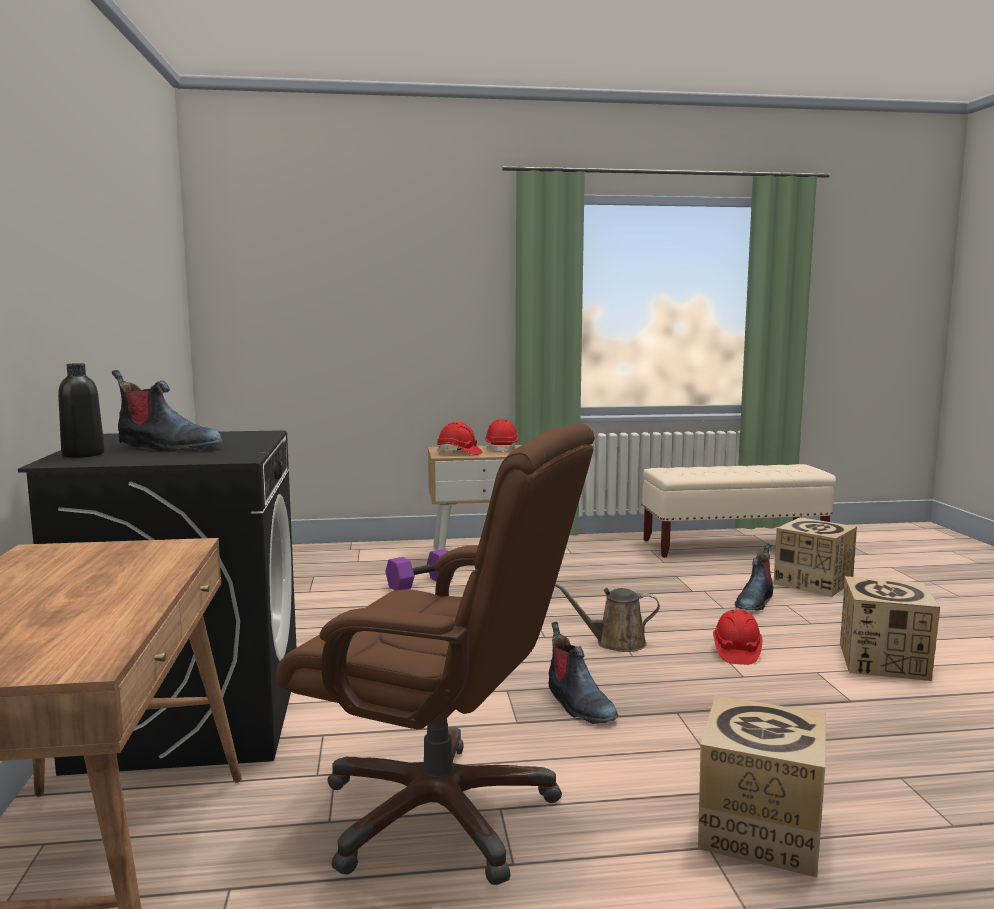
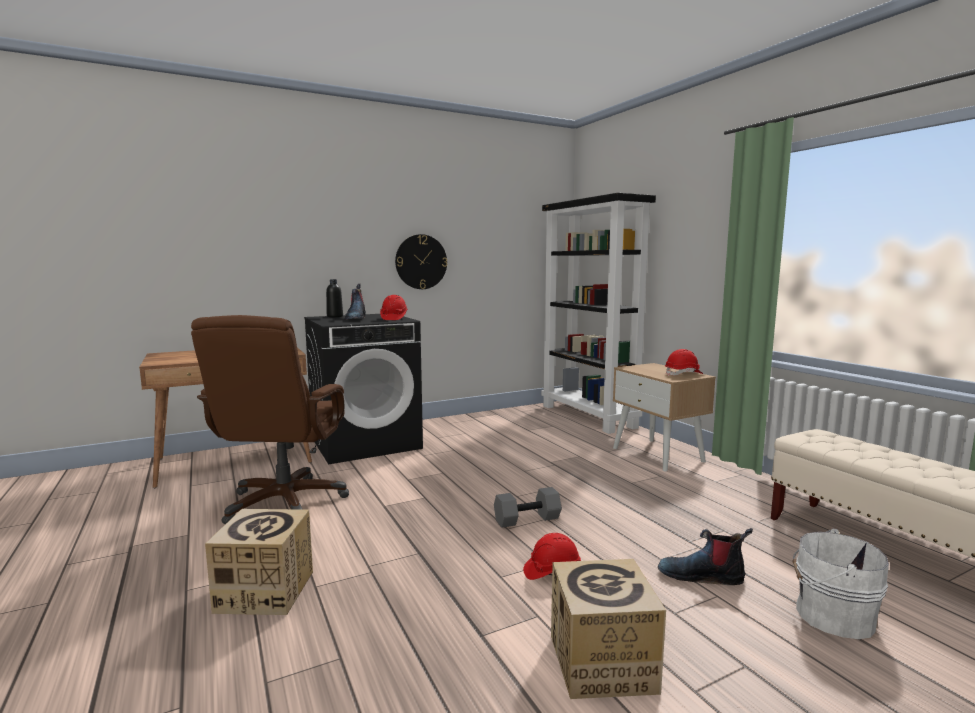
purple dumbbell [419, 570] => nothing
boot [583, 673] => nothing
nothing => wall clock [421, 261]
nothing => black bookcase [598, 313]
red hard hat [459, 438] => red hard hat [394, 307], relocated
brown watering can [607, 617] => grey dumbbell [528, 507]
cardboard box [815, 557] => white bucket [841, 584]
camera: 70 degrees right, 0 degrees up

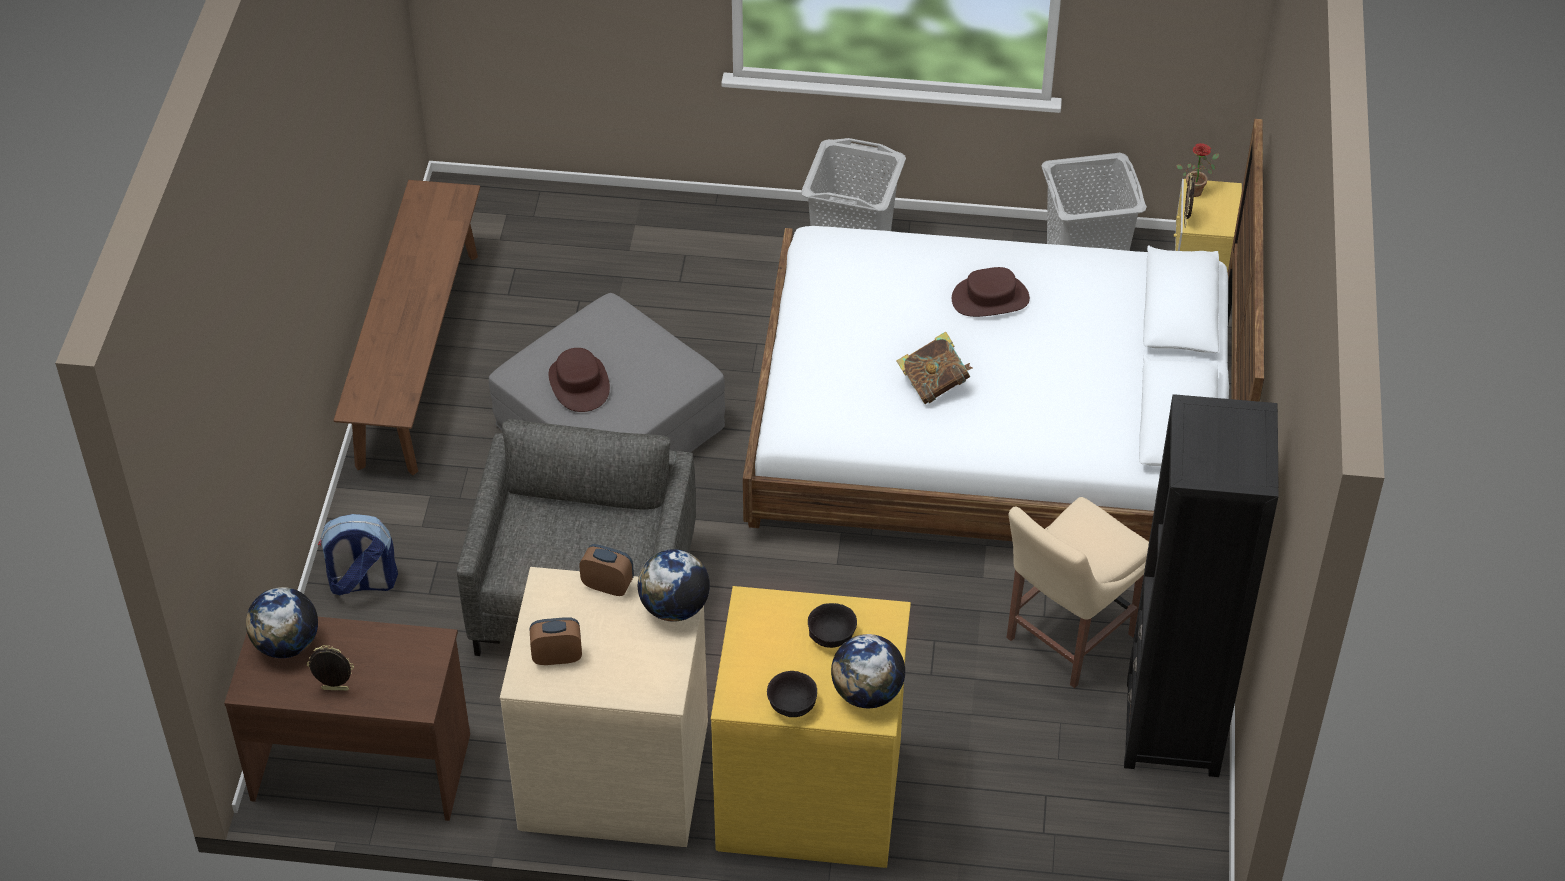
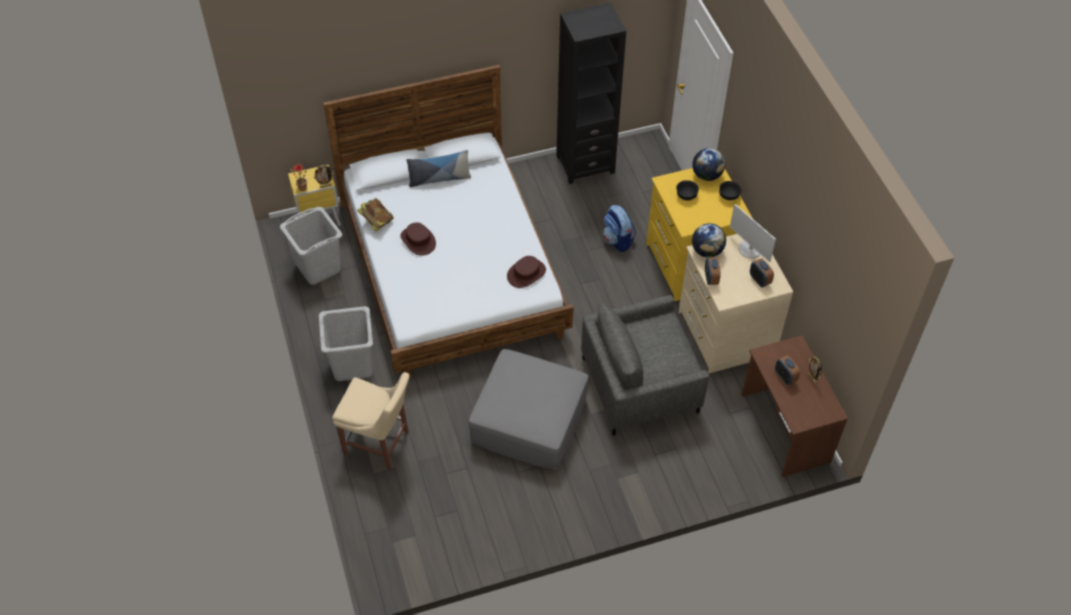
globe [282, 622] => nothing
brown bench [406, 327] => nothing
nothing => pillow [439, 168]
nothing => monitor [753, 233]
nothing => alarm clock [787, 370]
backpack [358, 554] => backpack [619, 228], relocated
brown hat [579, 380] => brown hat [526, 272], relocated
book [935, 367] => book [375, 214], relocated
beige chair [1078, 592] => beige chair [370, 421], relocated
camera: 115 degrees left, 5 degrees up

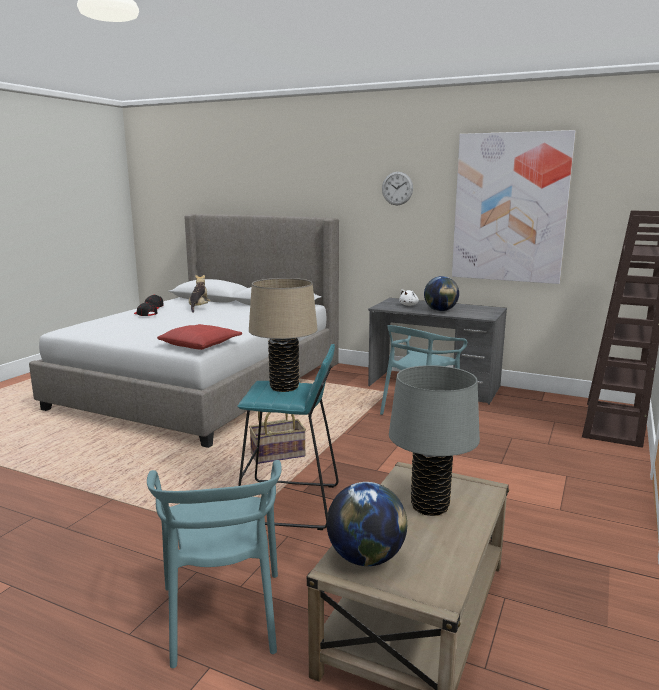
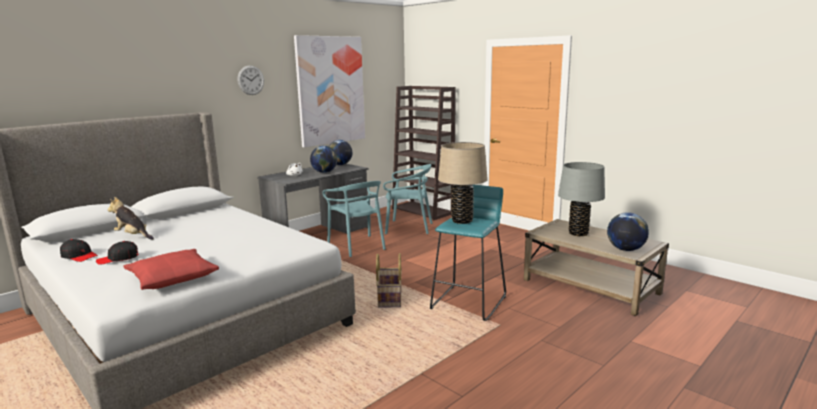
nothing => globe [340, 152]
turquoise chair [214, 564] => turquoise chair [408, 199], relocated
red pillow [199, 337] => red pillow [171, 269], relocated
camera: 70 degrees left, 0 degrees up

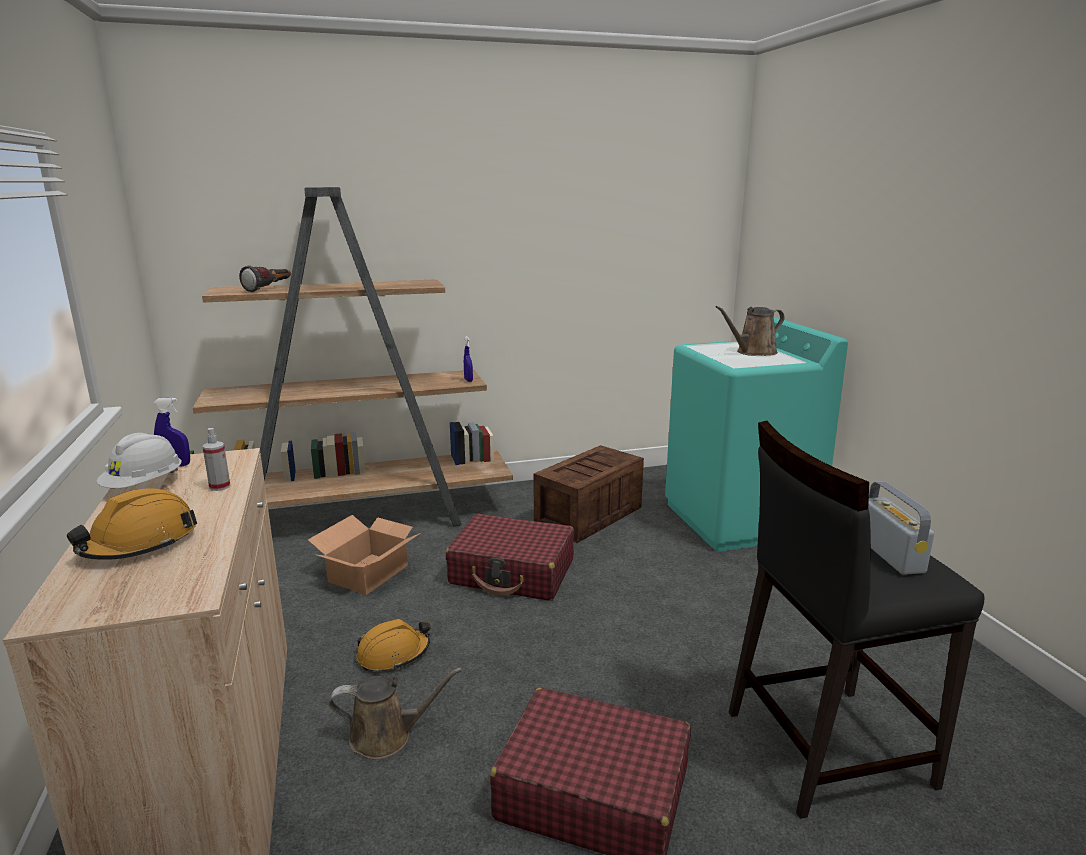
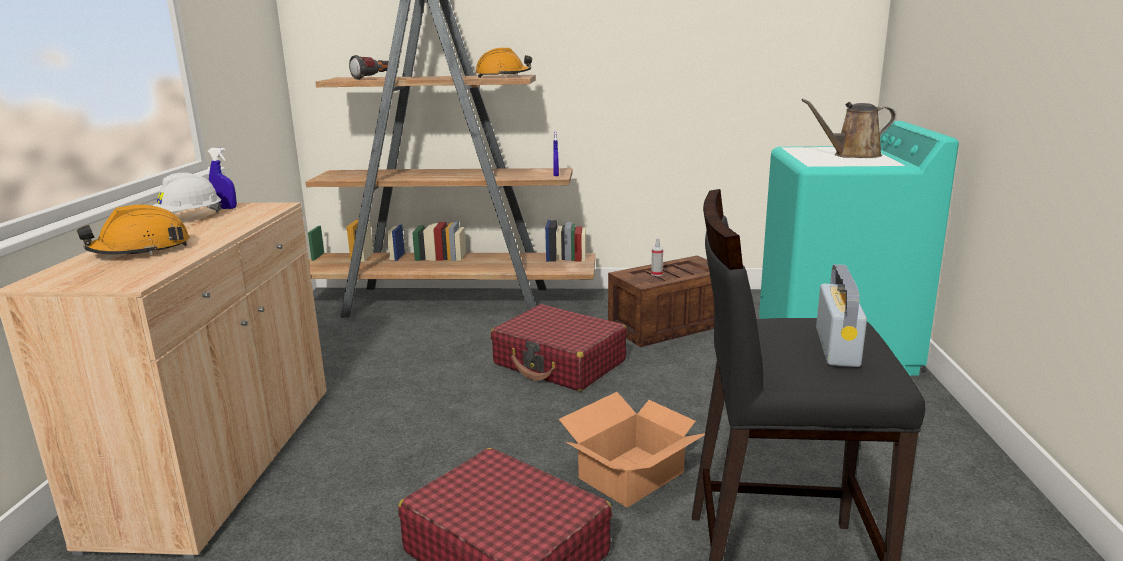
brown watering can [395, 714] => nothing
spray bottle [216, 459] => spray bottle [657, 257], relocated
cardboard box [364, 555] => cardboard box [632, 450], relocated
orange hard hat [393, 645] => orange hard hat [504, 63], relocated
camera: 20 degrees right, 0 degrees up

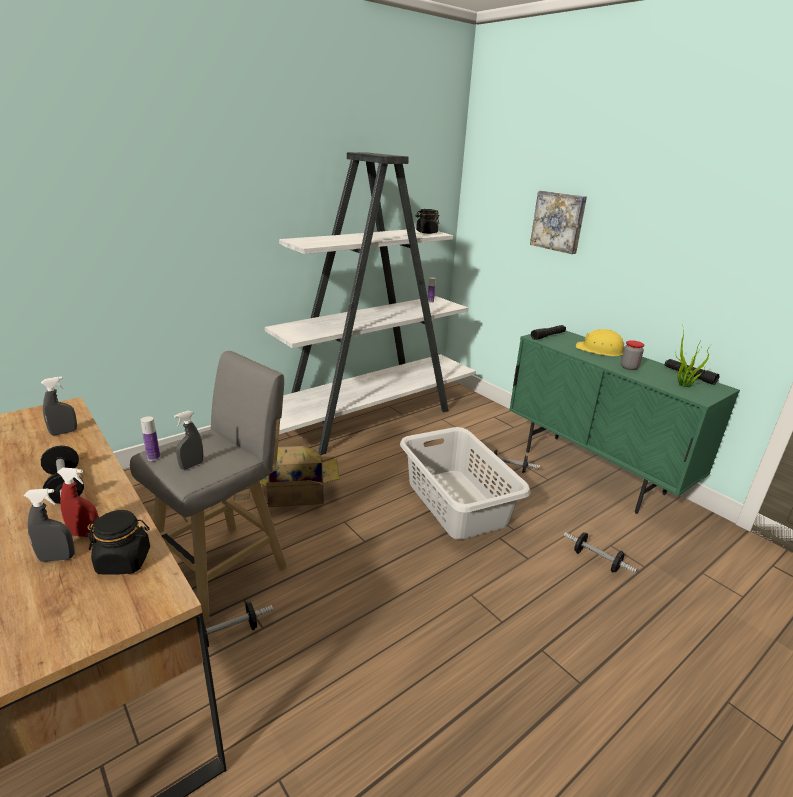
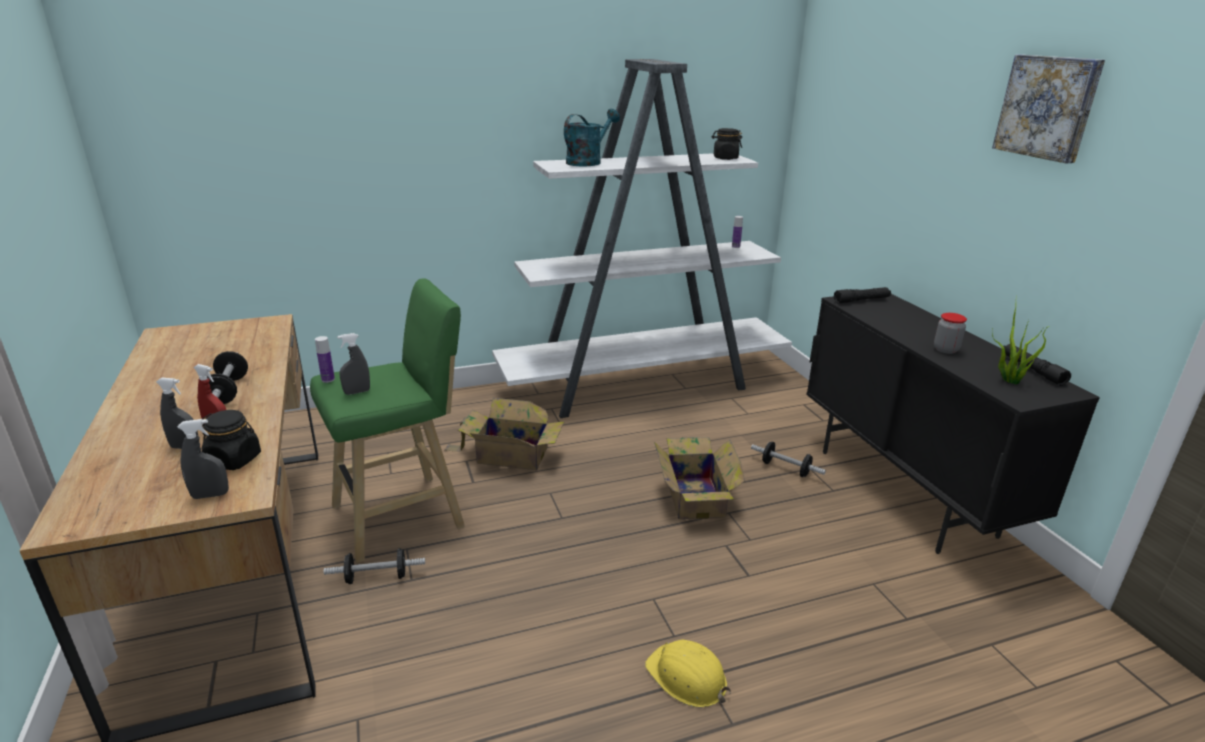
dumbbell [600, 552] => nothing
nothing => turquoise watering can [592, 137]
grey spray bottle [59, 406] => grey spray bottle [203, 459], relocated
picture [558, 222] => picture [1048, 109], relocated
yellow hard hat [600, 342] => yellow hard hat [688, 674], relocated
grey laundry basket [465, 483] => cardboard box [699, 478]
grey stool [208, 487] => green stool [387, 421]
green cabinet [624, 422] => black cabinet [953, 424]
camera: 20 degrees right, 0 degrees up

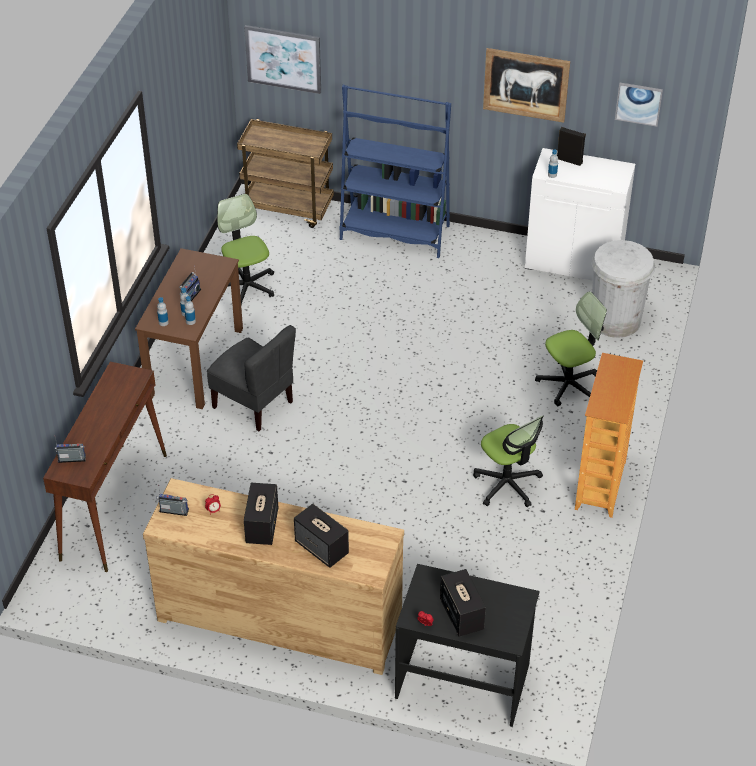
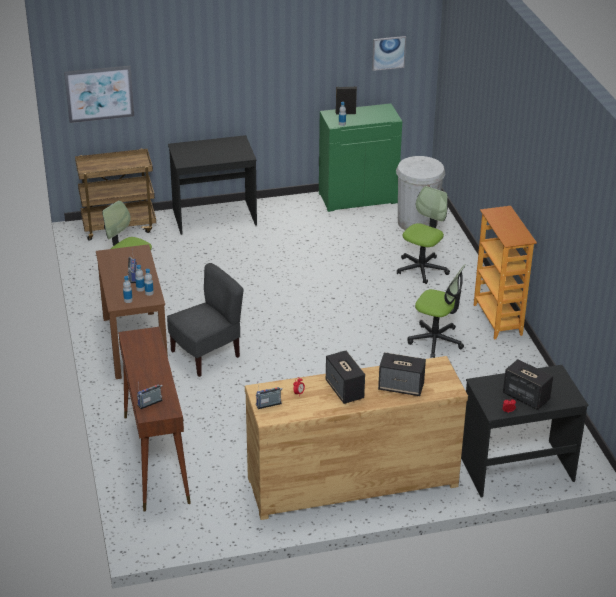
picture [526, 85] => nothing
blue bookcase [395, 171] => black desk [212, 185]
white cabinet [580, 214] => green cabinet [360, 157]
grey chair [251, 378] => grey chair [205, 320], 45 degrees counterclockwise
camera: 30 degrees left, 10 degrees down

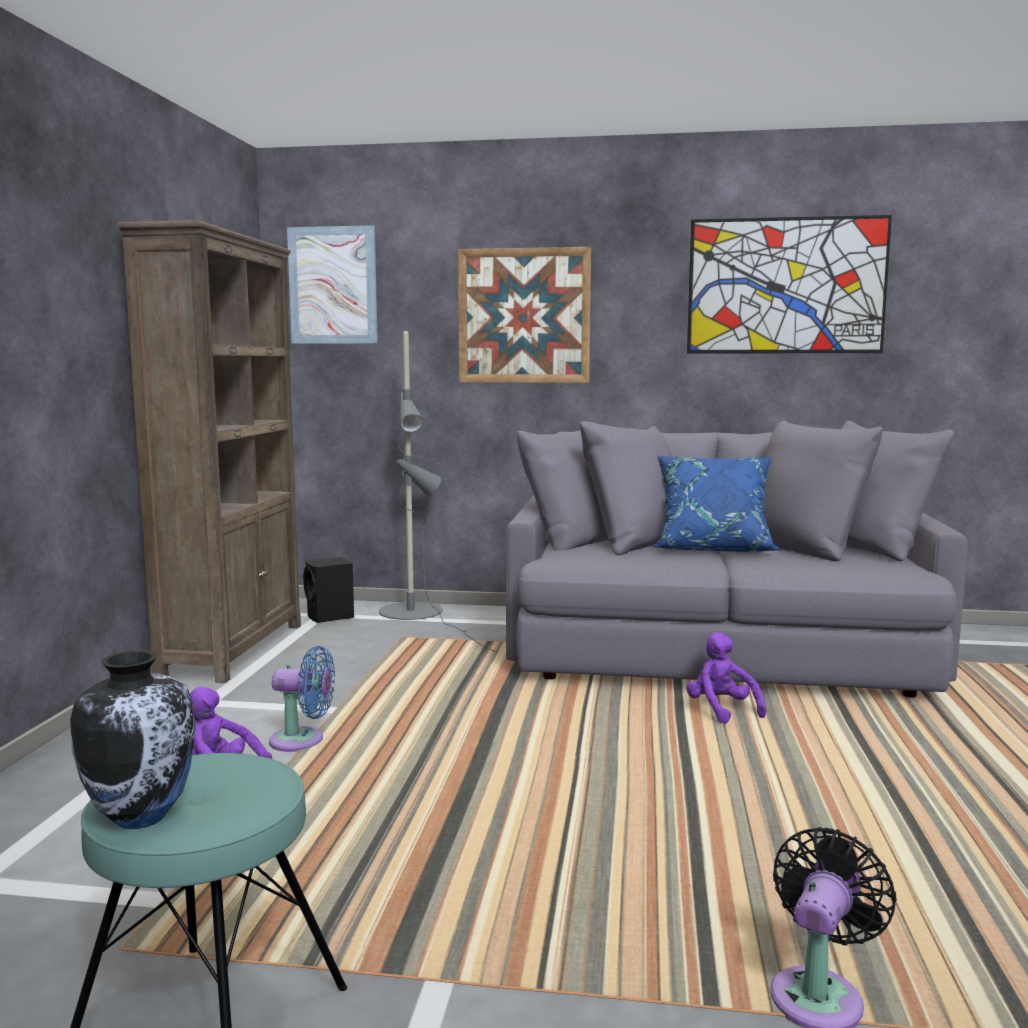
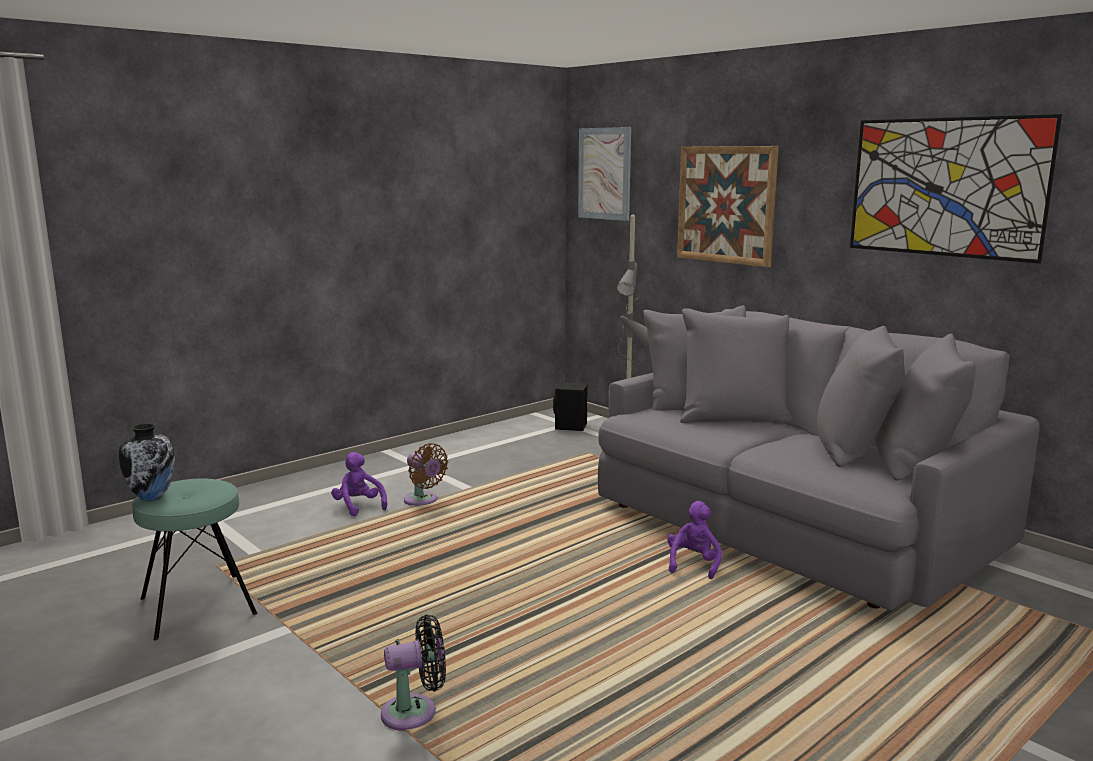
brown bookcase [209, 451] => nothing
blue pillow [716, 503] => nothing
blue fan [302, 699] => brown fan [426, 474]
camera: 40 degrees right, 5 degrees up

